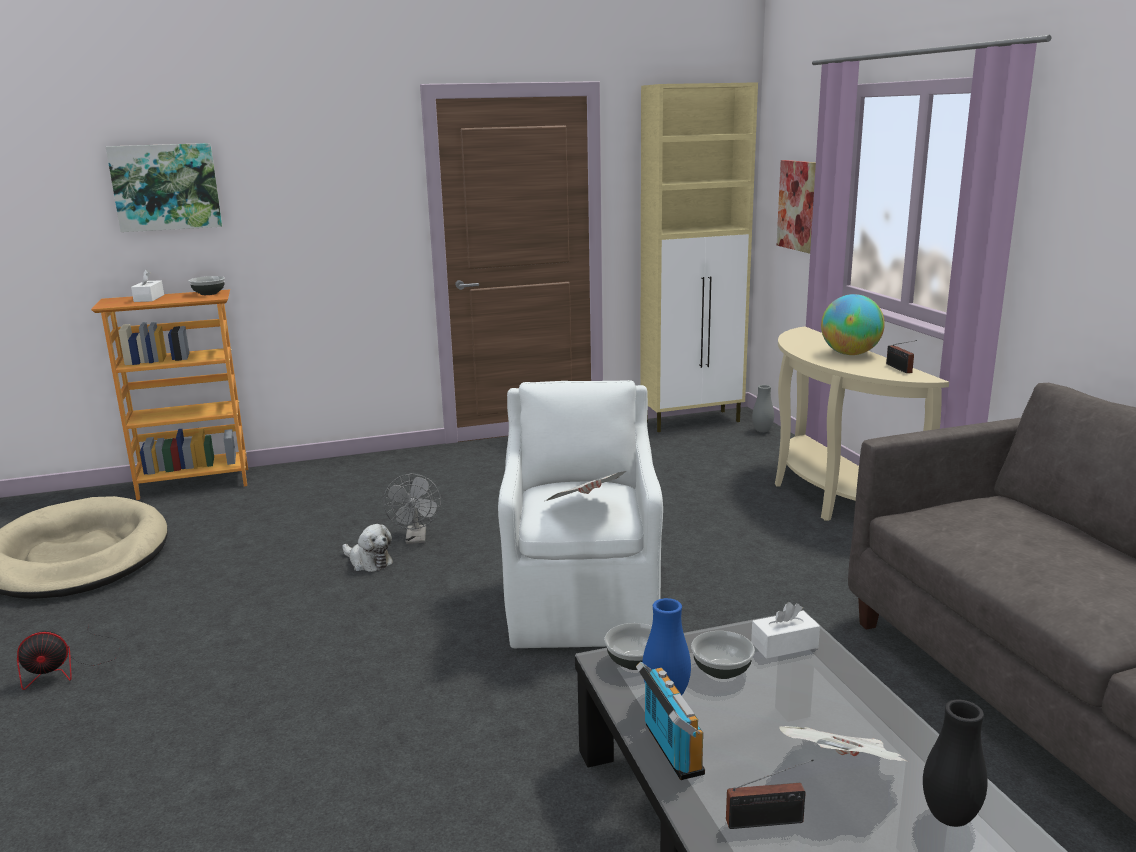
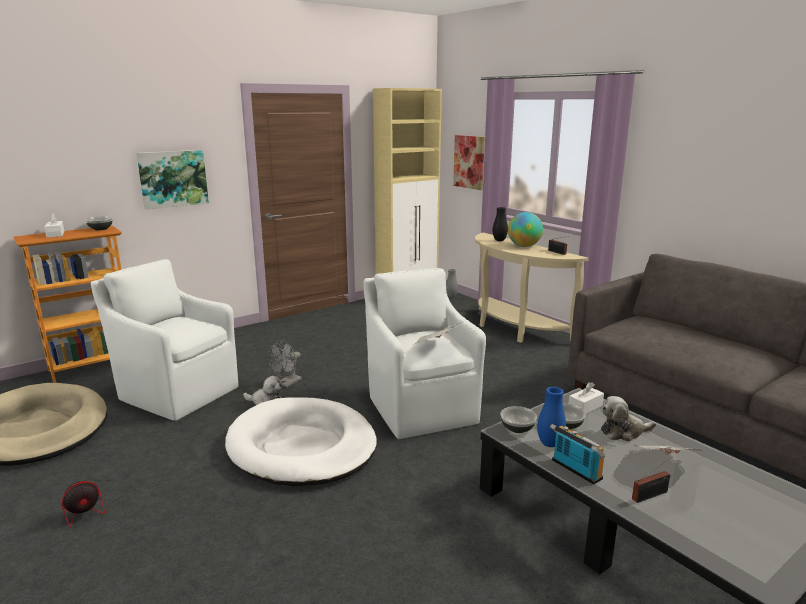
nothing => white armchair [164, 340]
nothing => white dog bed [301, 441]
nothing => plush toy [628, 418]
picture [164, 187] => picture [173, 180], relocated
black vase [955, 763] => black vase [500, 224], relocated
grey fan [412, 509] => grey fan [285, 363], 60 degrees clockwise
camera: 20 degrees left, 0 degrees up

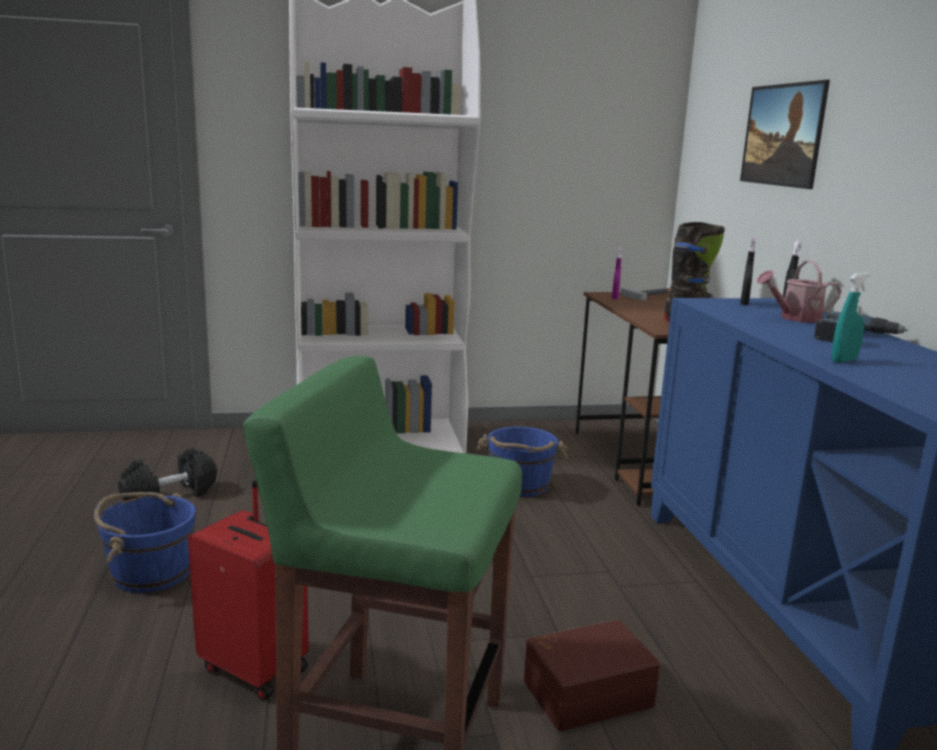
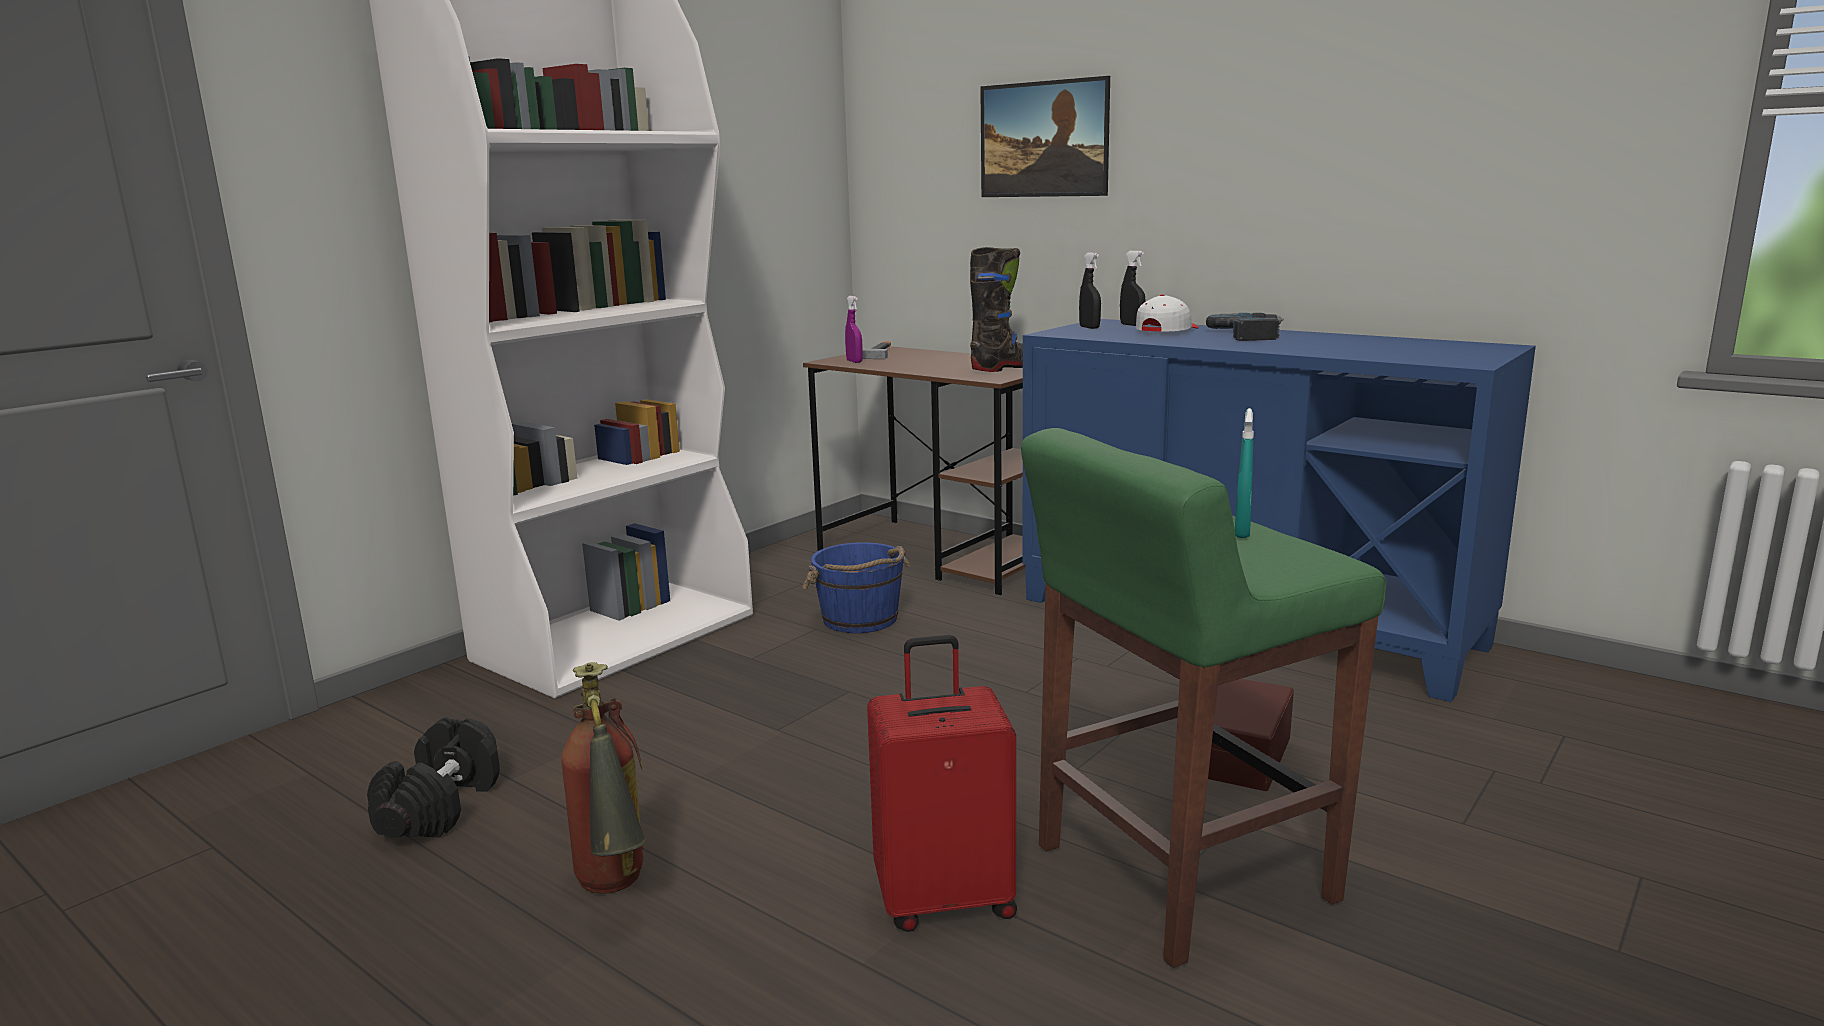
turquoise spray bottle [850, 317] => turquoise spray bottle [1244, 473], relocated
blue bucket [145, 542] => fire extinguisher [603, 778]
watering can [799, 291] => white cap [1167, 313]
camera: 40 degrees left, 0 degrees up

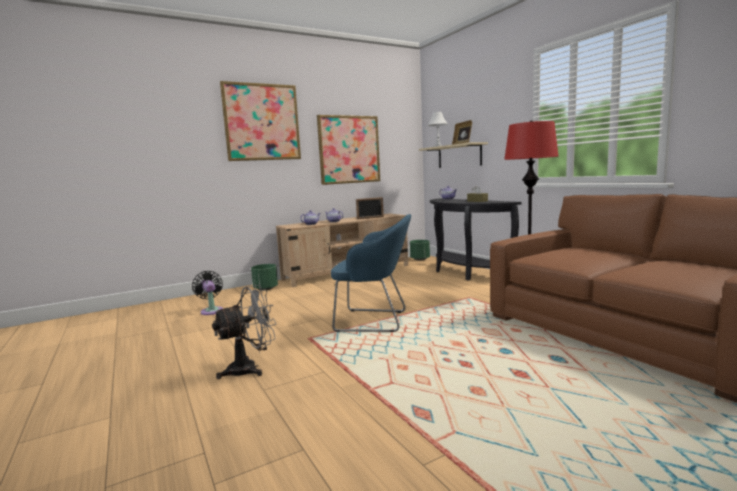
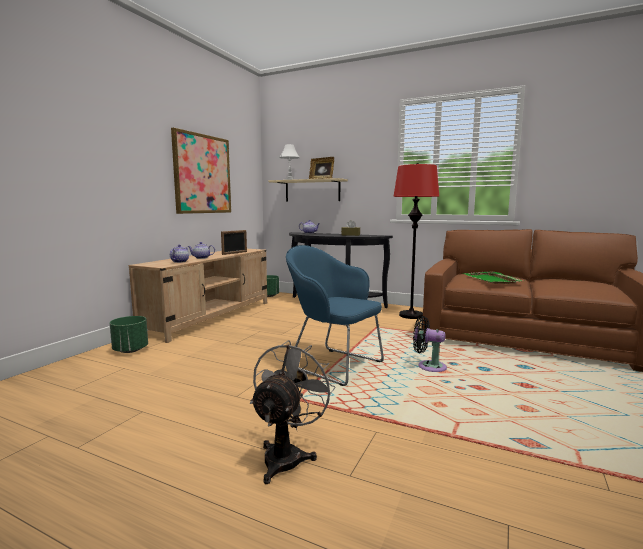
picture [260, 121] => nothing
nothing => green tray [493, 277]
black fan [207, 293] => black fan [430, 344], relocated
blue armchair [371, 273] => blue armchair [335, 315], 120 degrees counterclockwise
camera: 35 degrees left, 0 degrees up

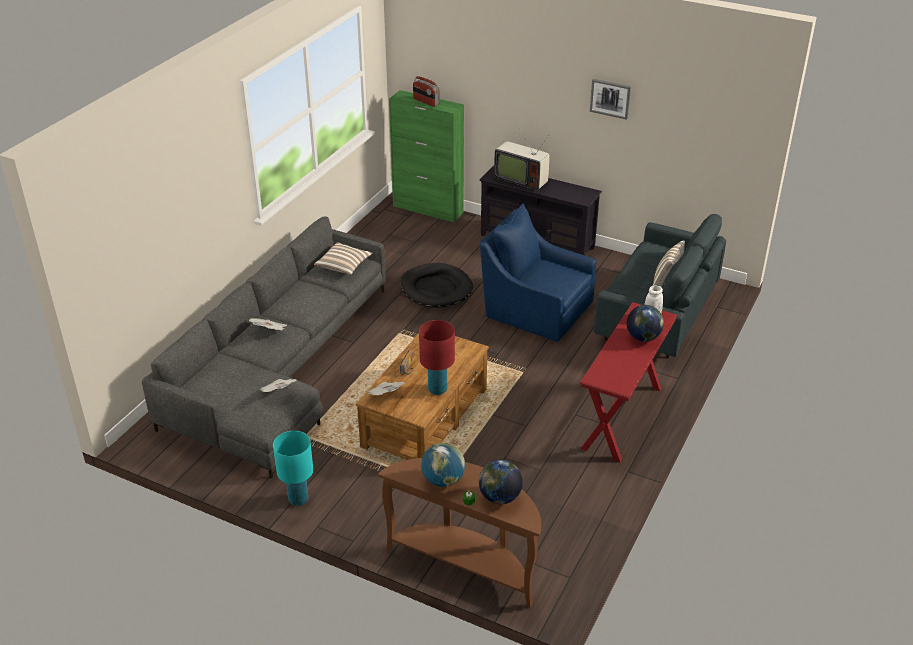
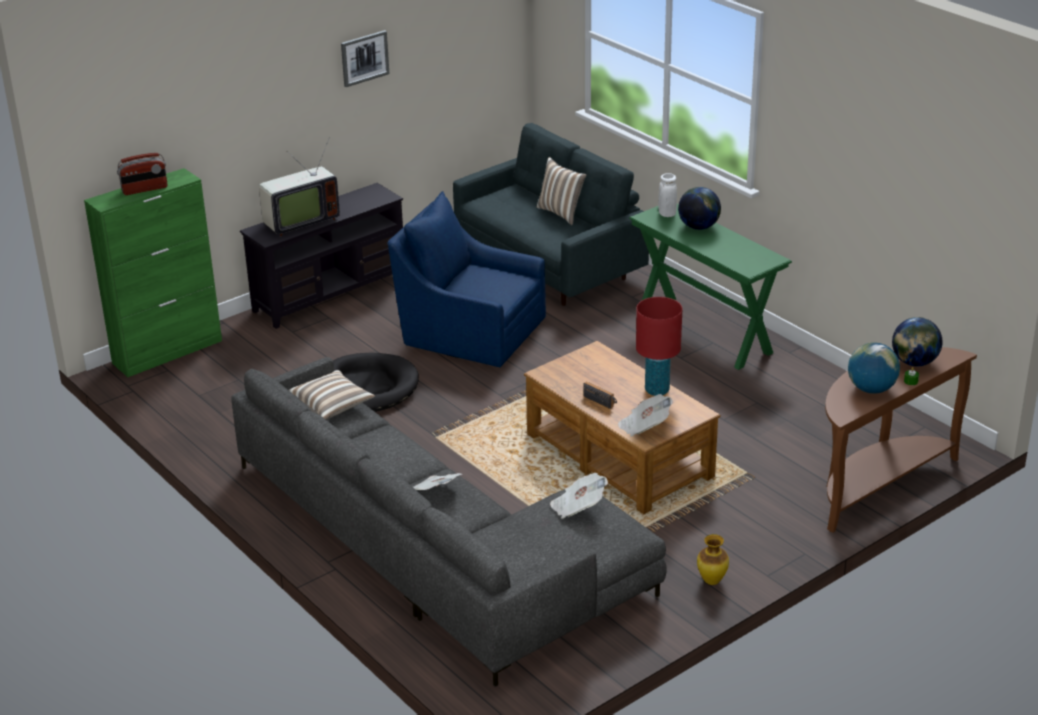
turquoise table lamp [293, 468] => vase [713, 559]
red console table [629, 382] => green console table [710, 287]
blue armchair [538, 272] => blue armchair [467, 279], 60 degrees clockwise
camera: 65 degrees left, 5 degrees down

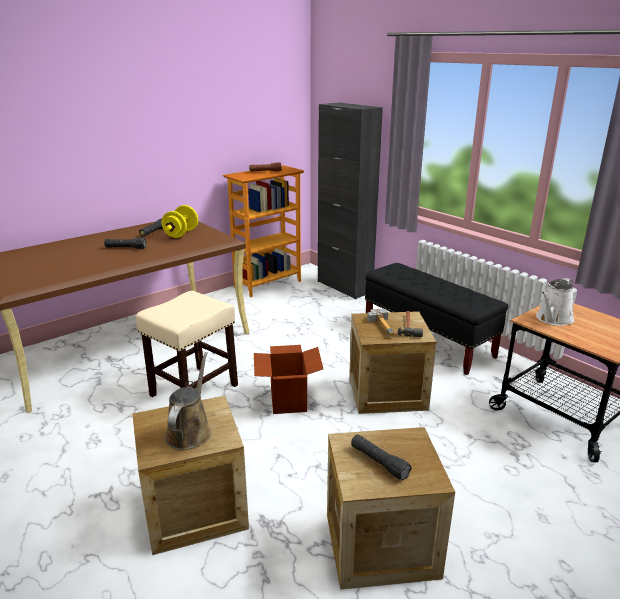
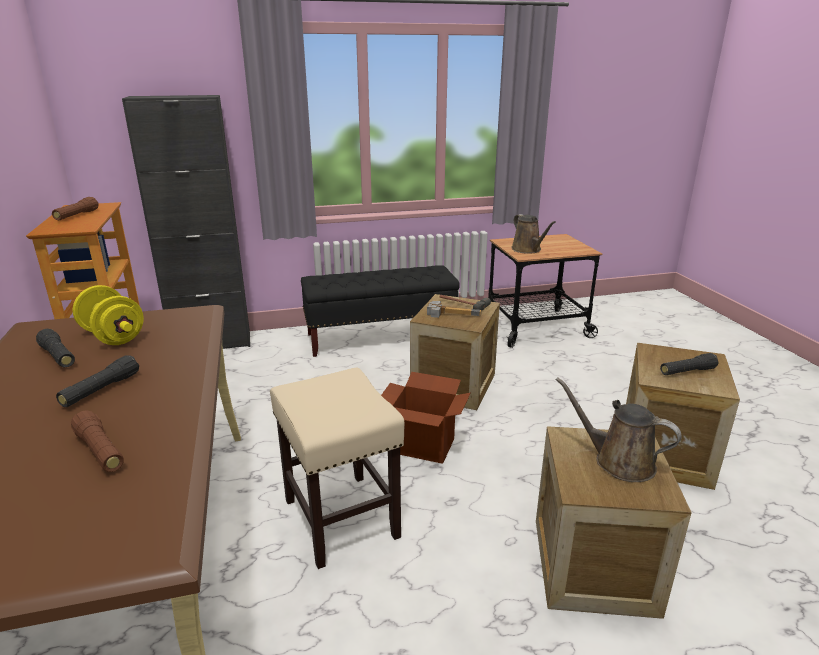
nothing => brown flashlight [97, 441]
white watering can [555, 302] => brown watering can [533, 234]
camera: 65 degrees left, 0 degrees up

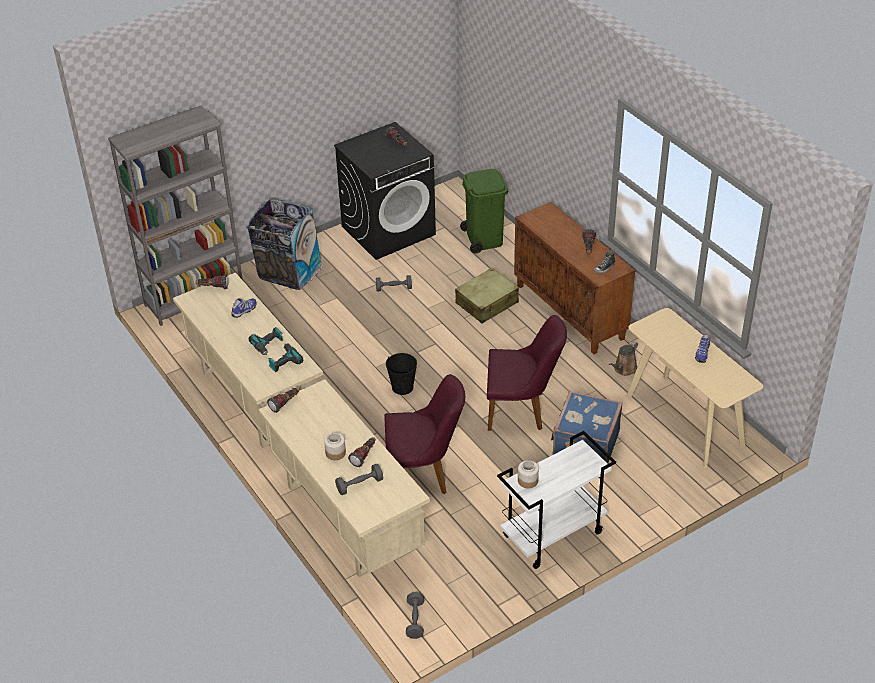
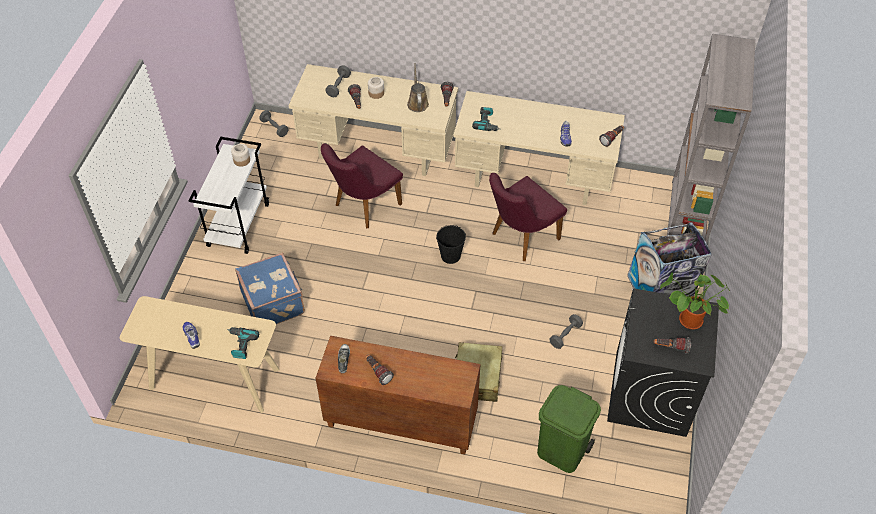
nothing => potted plant [695, 300]
power drill [266, 341] => power drill [243, 343], relocated
purple chair [527, 373] => purple chair [528, 217], relocated
brown watering can [623, 358] => brown watering can [418, 87], relocated
camera: 135 degrees right, 10 degrees up

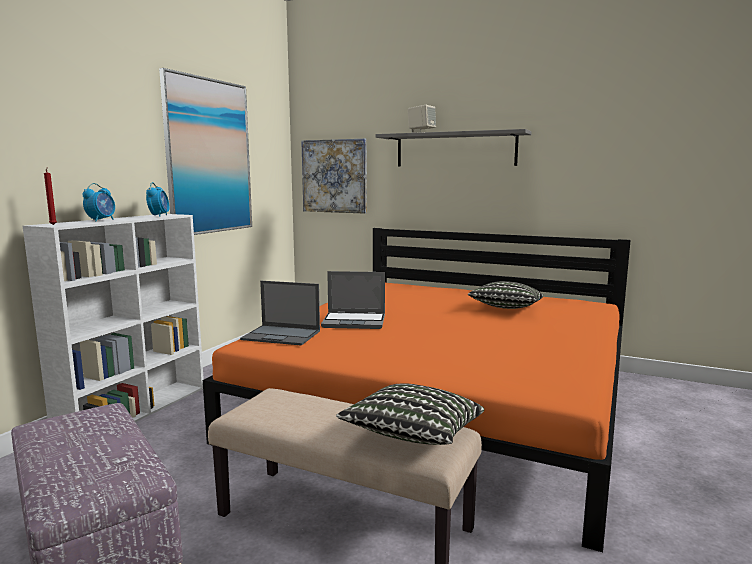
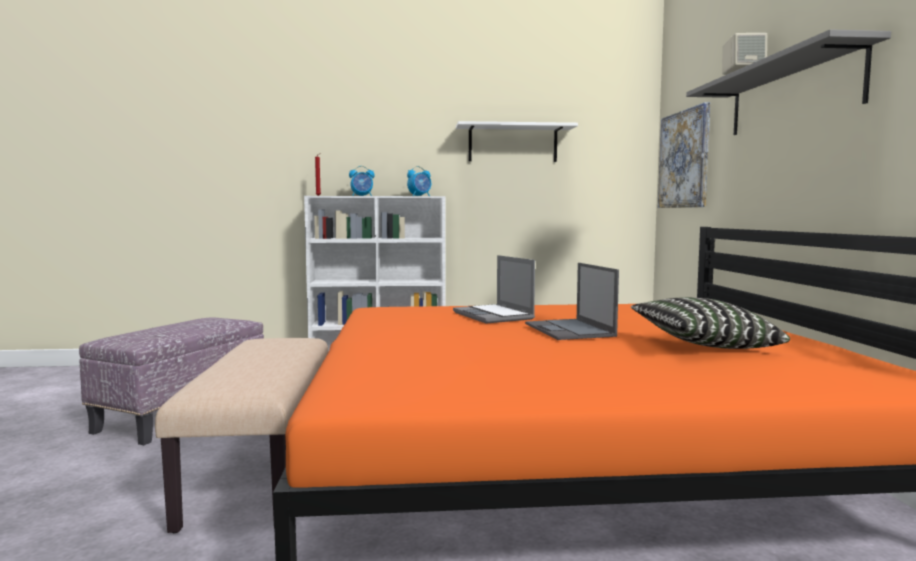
pillow [410, 414] => nothing
laptop [280, 313] => laptop [572, 301], relocated
picture [205, 151] => white shelf [517, 141]
camera: 60 degrees right, 5 degrees down

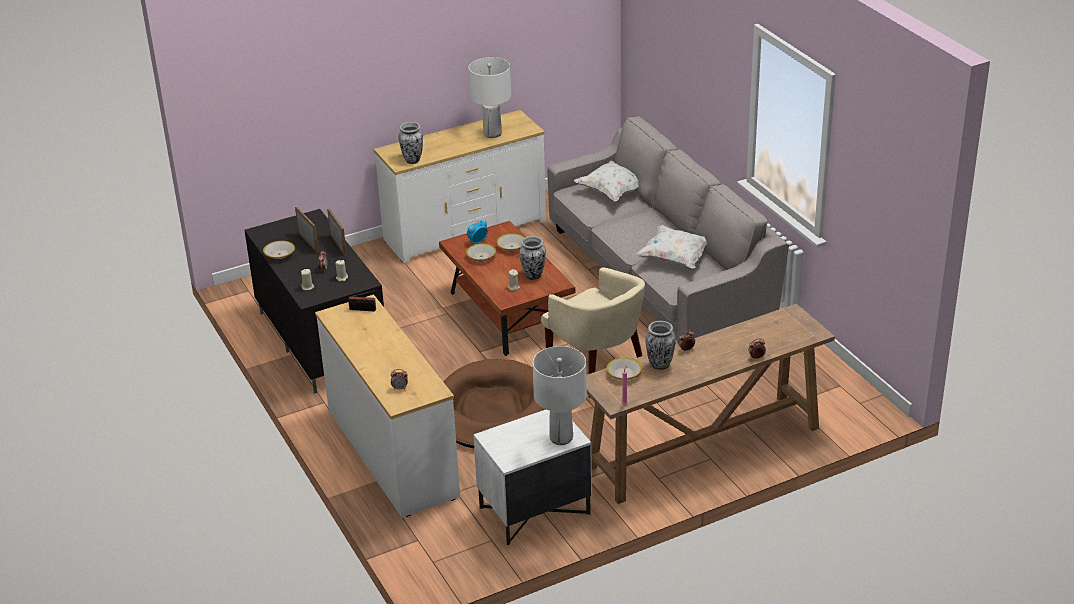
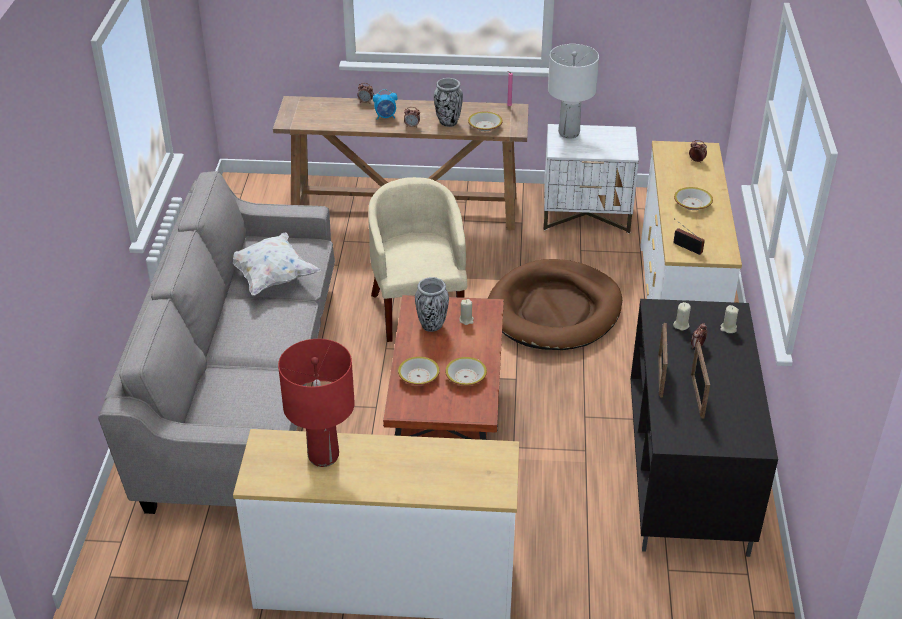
vase [410, 143] => nothing
white pillow [606, 181] => nothing
bowl [279, 250] => bowl [693, 198], relocated
alarm clock [477, 232] => alarm clock [385, 104], relocated
white table lamp [489, 97] => red table lamp [316, 403]
camera: 150 degrees left, 5 degrees up

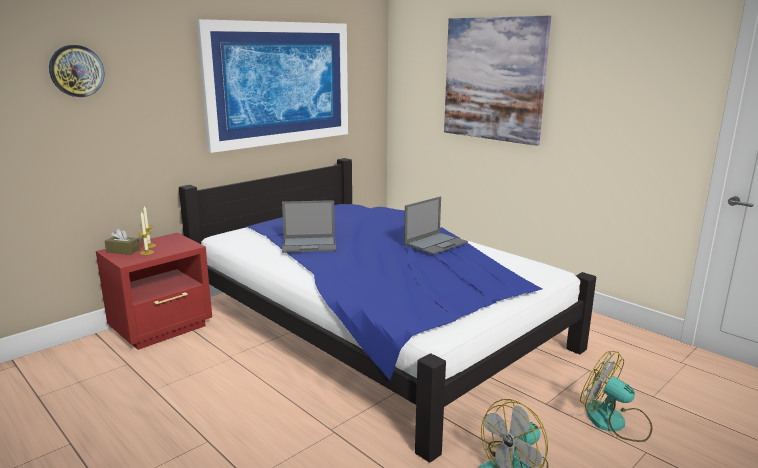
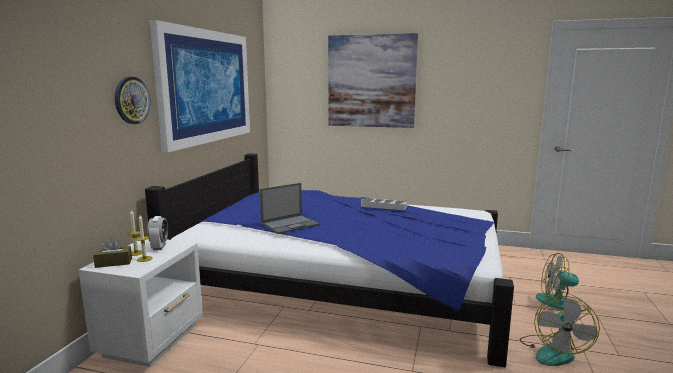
nothing => alarm clock [157, 233]
wall clock [77, 71] => wall clock [132, 100], relocated
laptop [436, 225] => grey tray [384, 204]
red nightstand [154, 291] => white nightstand [140, 303]
camera: 30 degrees left, 5 degrees down

